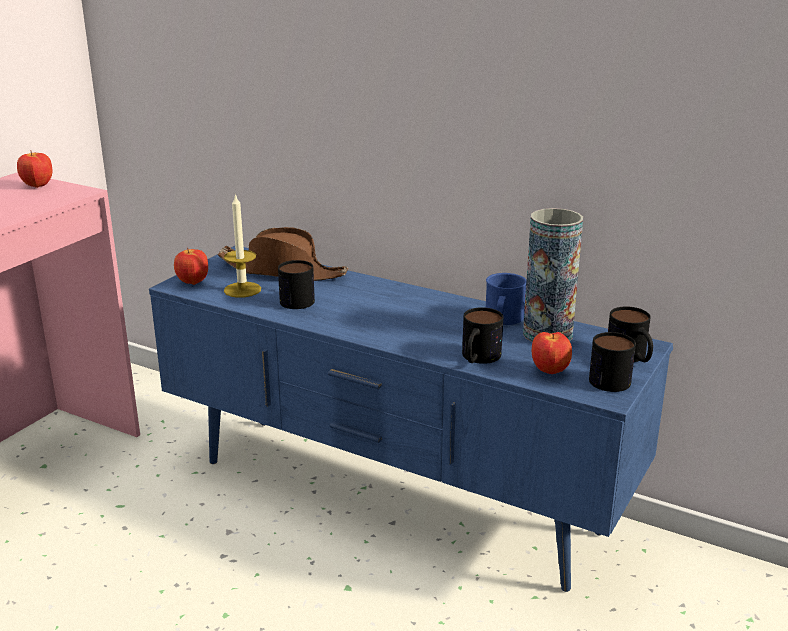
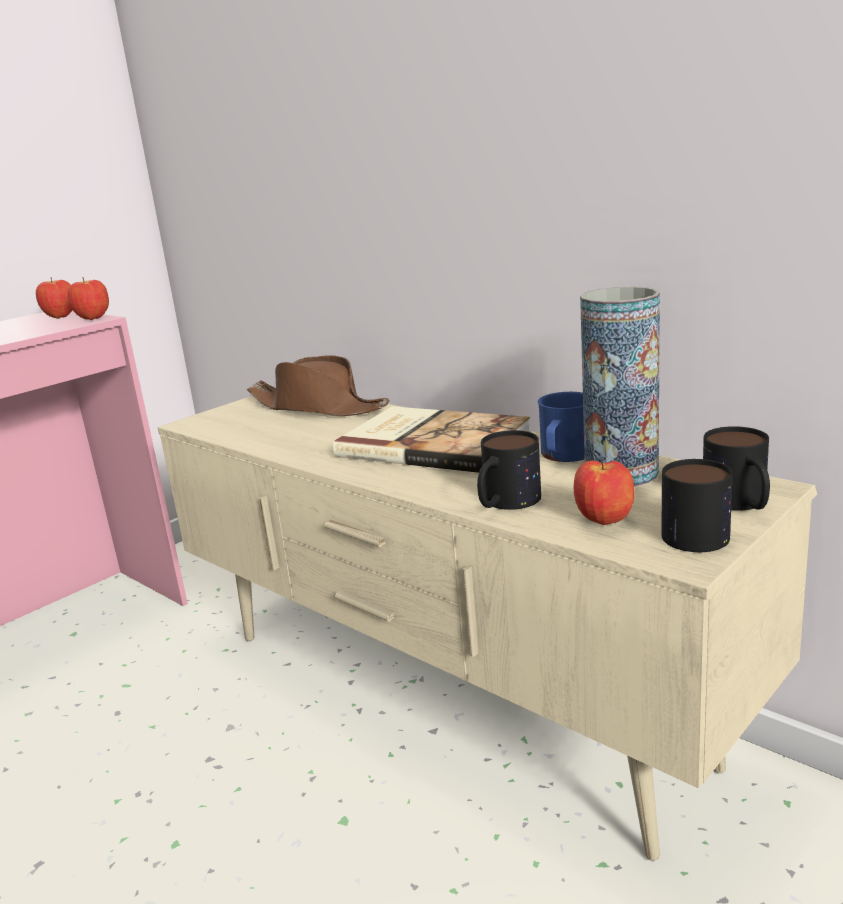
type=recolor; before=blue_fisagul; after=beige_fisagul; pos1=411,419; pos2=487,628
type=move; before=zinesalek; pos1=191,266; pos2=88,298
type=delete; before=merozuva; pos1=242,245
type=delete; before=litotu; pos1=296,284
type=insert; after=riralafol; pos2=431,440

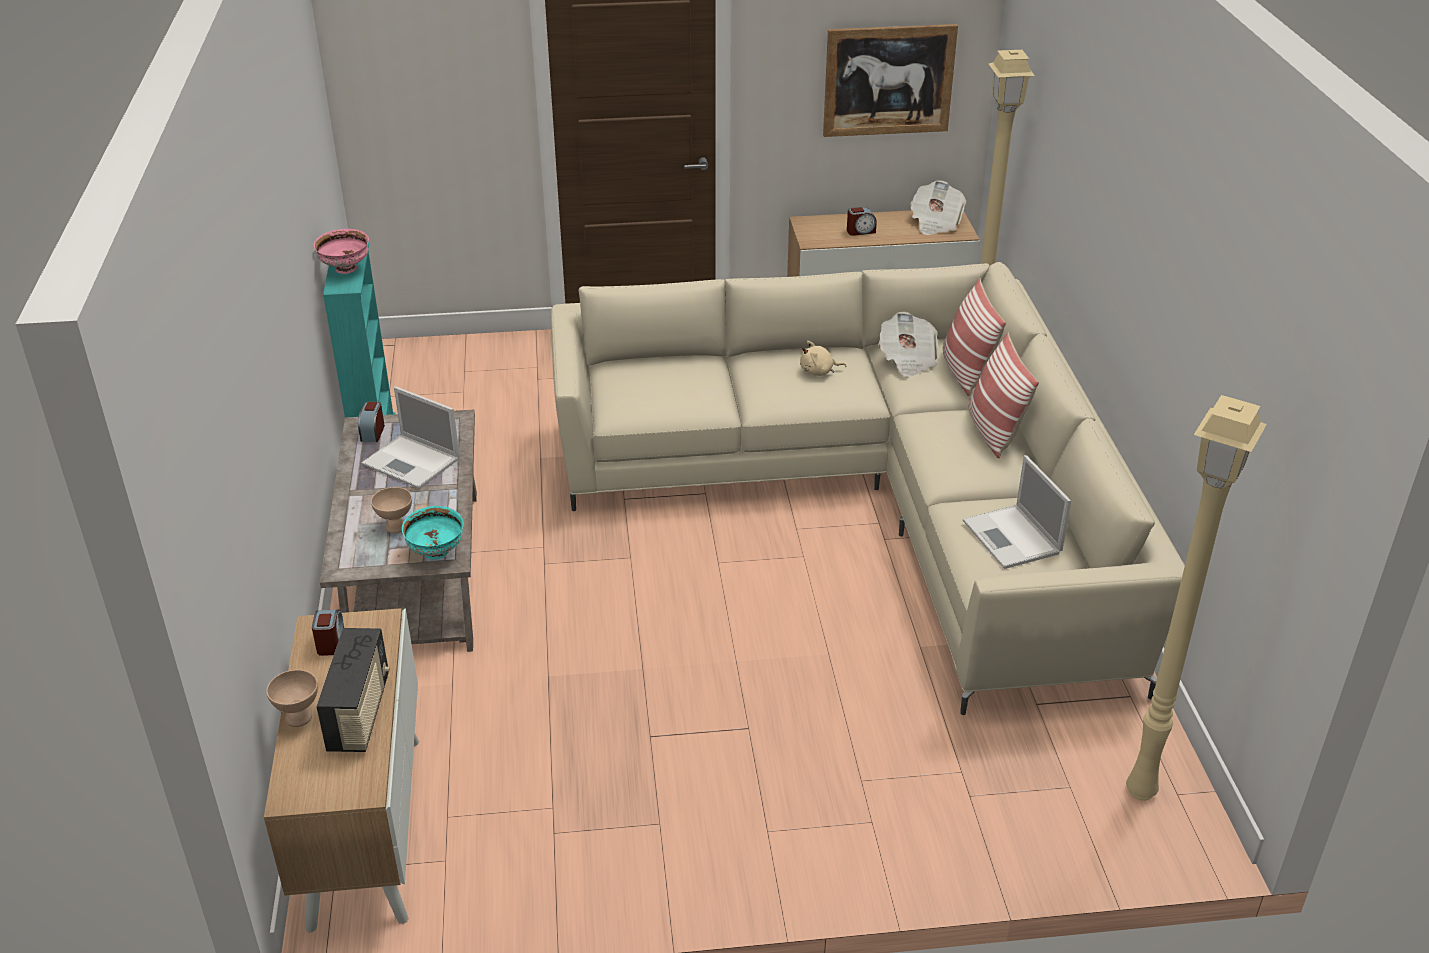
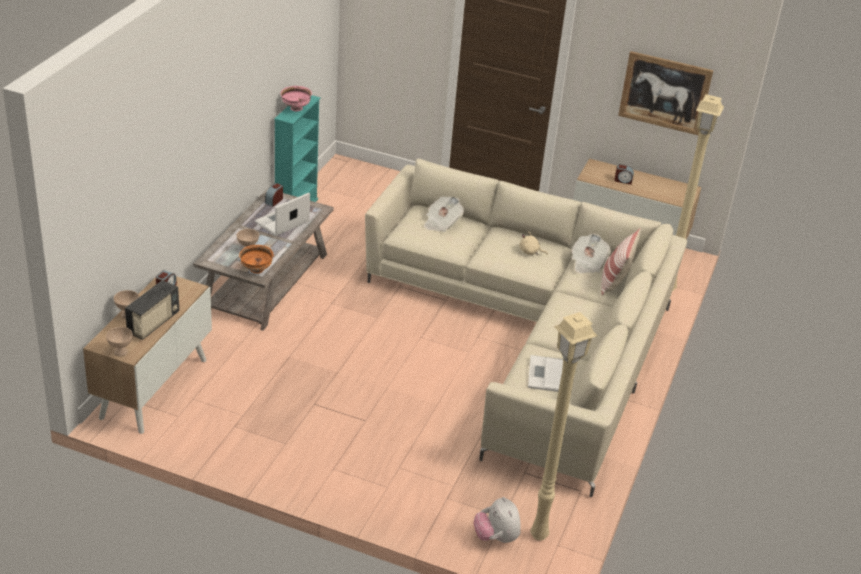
type=rotate; before=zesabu; pos1=411,438; pos2=282,214; turn=75
type=recolor; before=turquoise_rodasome; after=orange_rodasome; pos1=433,532; pos2=256,259
type=move; before=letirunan; pos1=938,207; pos2=444,214
type=delete; before=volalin; pos1=1003,395
type=insert; after=beige_rodasome; pos2=119,341
type=insert; after=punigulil; pos2=497,520

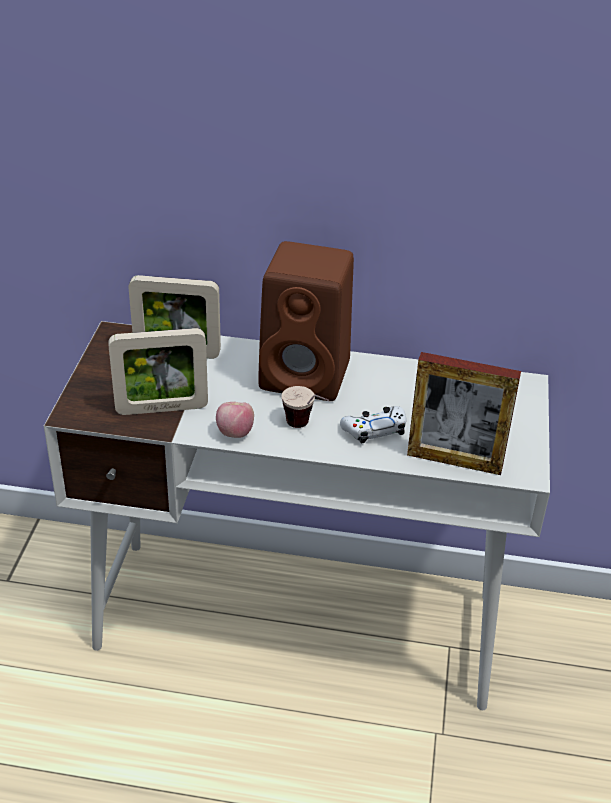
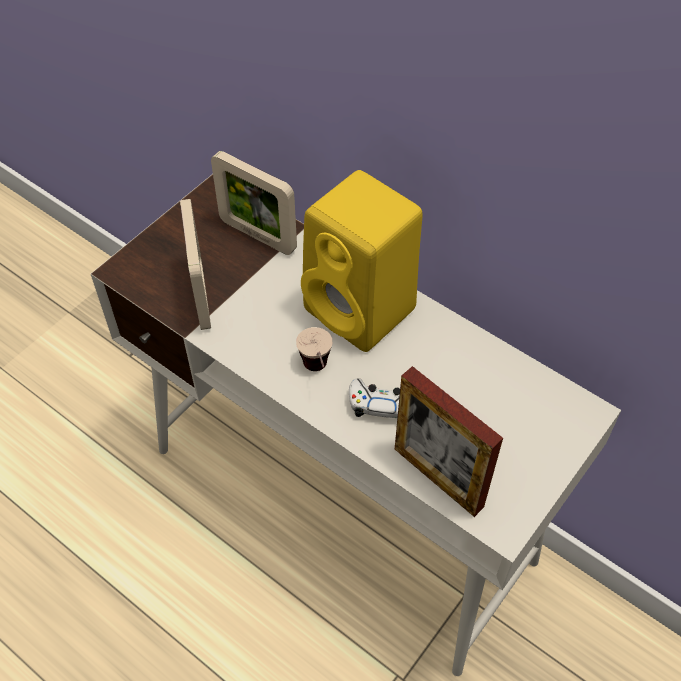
type=rotate; before=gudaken; pos1=158,371; pos2=195,264; turn=-120
type=delete; before=zinesalek; pos1=235,420
type=recolor; before=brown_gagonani; after=yellow_gagonani; pos1=306,321; pos2=362,261

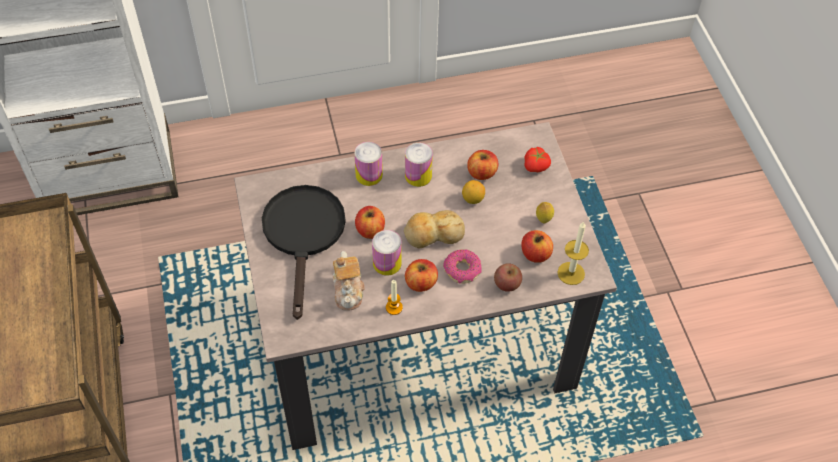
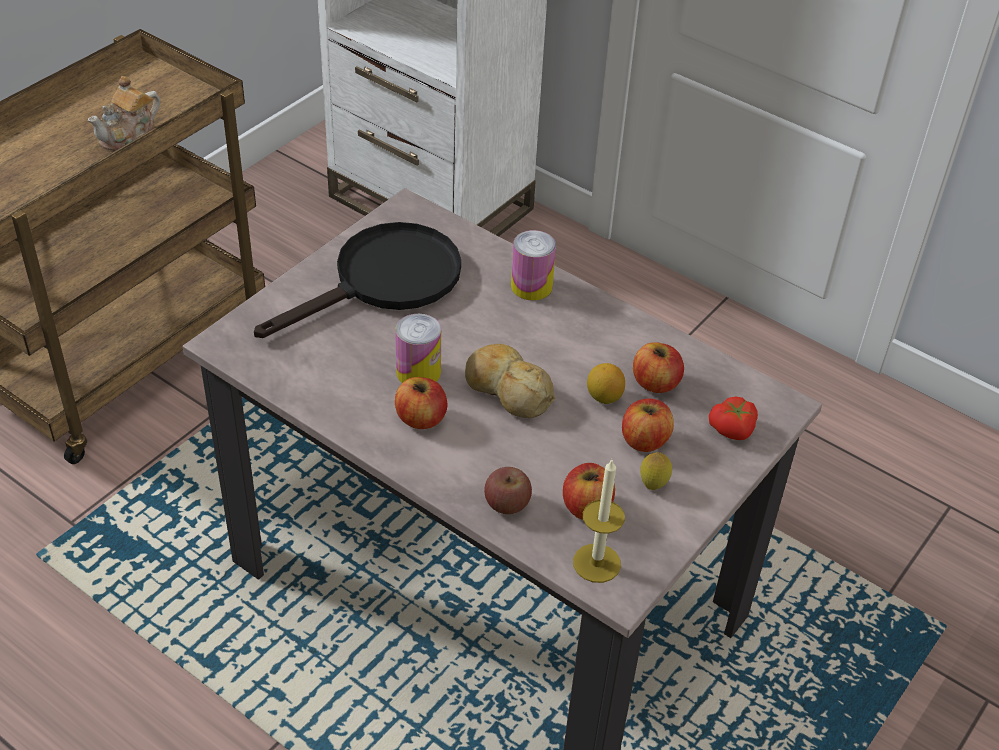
type=move; before=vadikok; pos1=349,281; pos2=124,113
type=move; before=zinesalek; pos1=370,222; pos2=648,425
type=delete; before=merozuva; pos1=394,297
type=delete; before=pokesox; pos1=419,165
type=delete; before=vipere; pos1=462,266

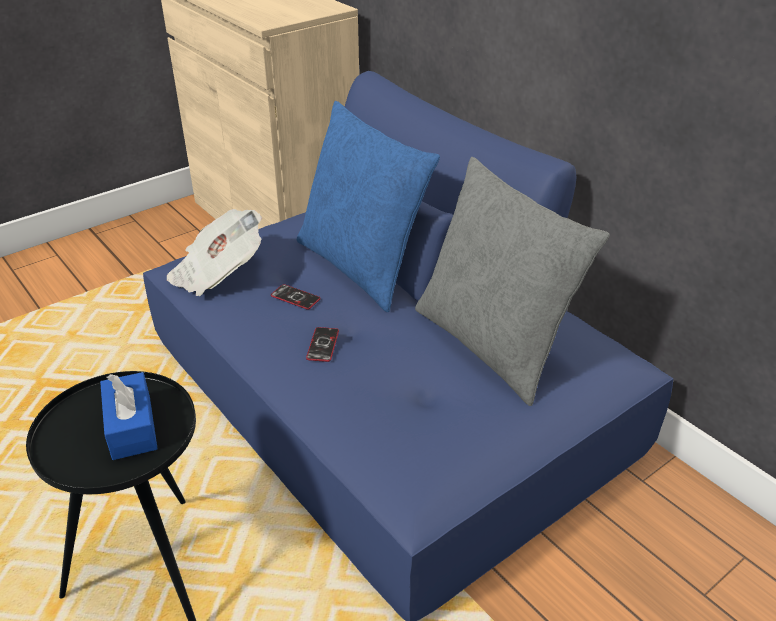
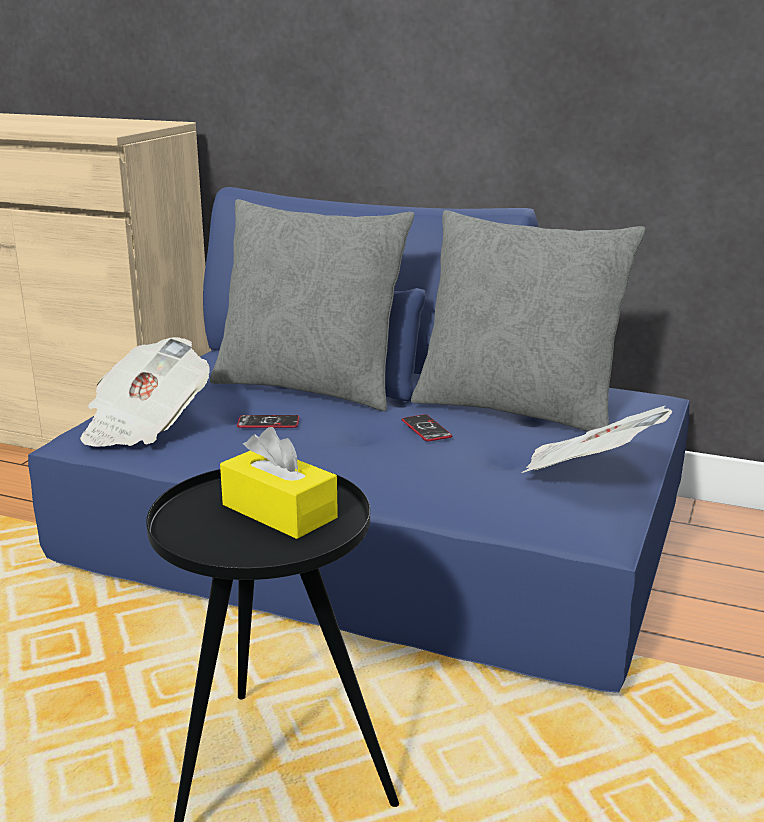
type=recolor; before=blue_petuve; after=yellow_petuve; pos1=129,416; pos2=279,483
type=recolor; before=blue_volalin; after=grey_volalin; pos1=368,207; pos2=312,305
type=move; before=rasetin; pos1=322,344; pos2=427,427
type=insert; after=letirunan; pos2=597,439

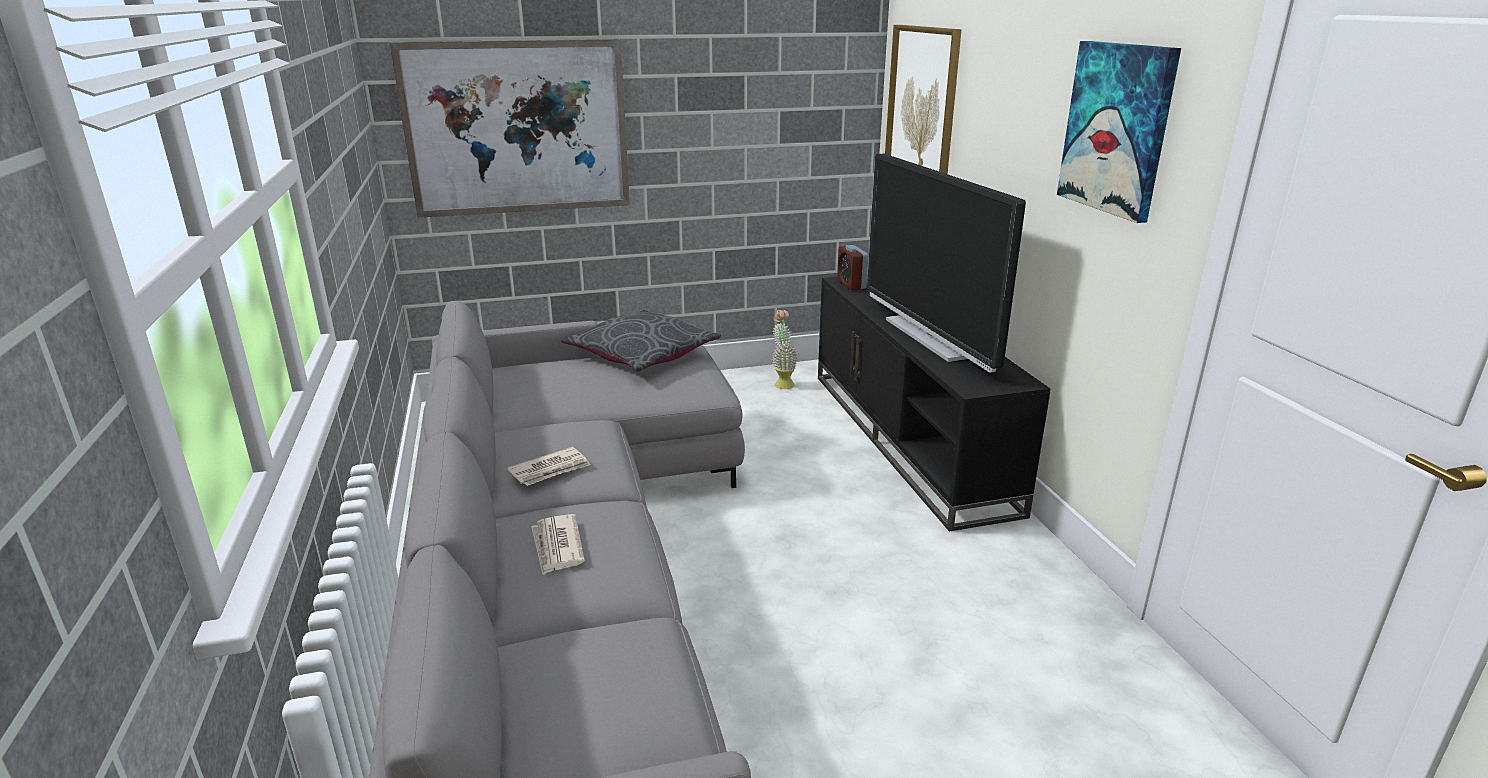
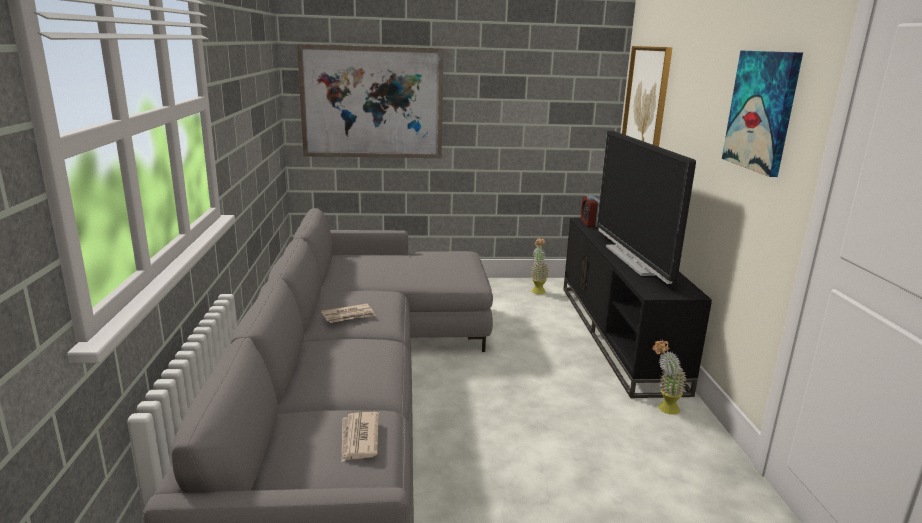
type=move; before=letirunan; pos1=558,544; pos2=360,436
type=delete; before=grey_volalin; pos1=641,340
type=insert; after=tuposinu; pos2=669,377

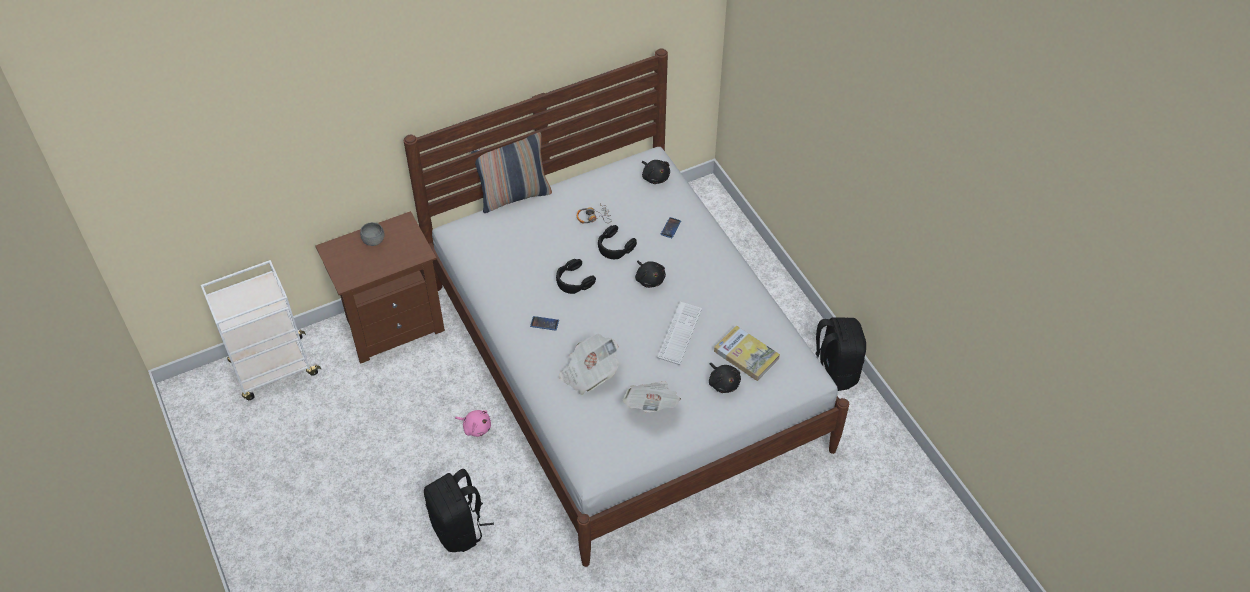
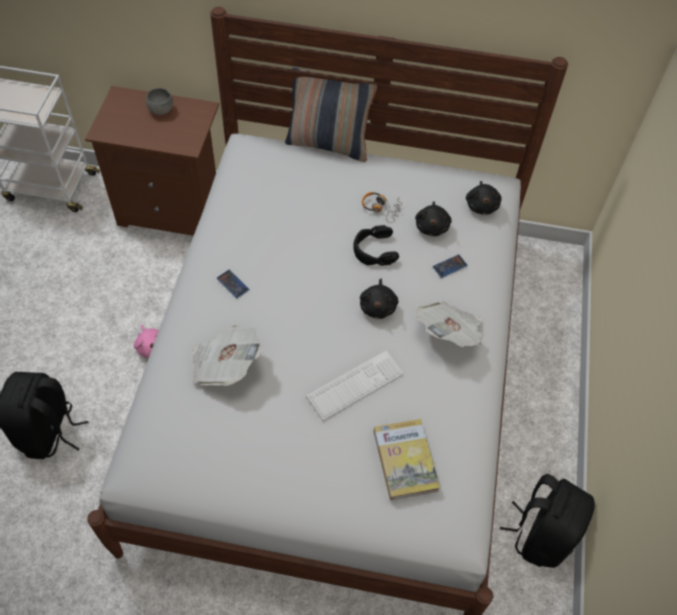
type=delete; before=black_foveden; pos1=576,276
type=move; before=letirunan; pos1=652,397; pos2=449,324
type=move; before=black_punigulil; pos1=725,377; pos2=433,218

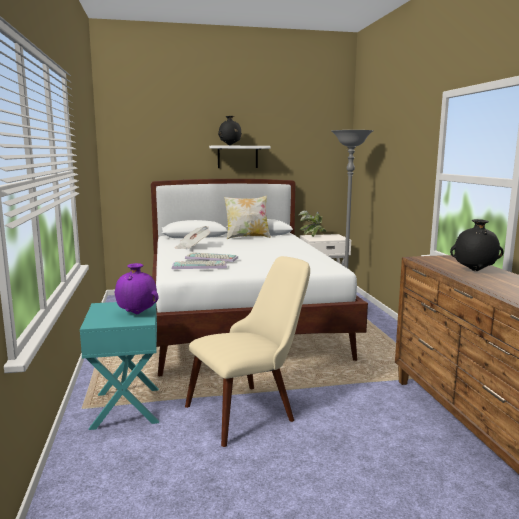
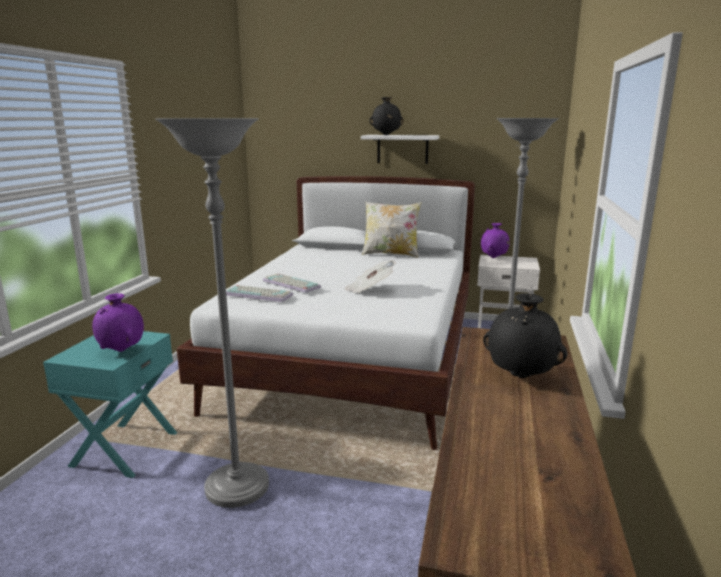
type=move; before=letirunan; pos1=192,237; pos2=370,276
type=replace; before=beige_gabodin; after=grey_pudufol; pos1=247,351; pos2=212,313
type=replace; before=tuposinu; after=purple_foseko; pos1=312,223; pos2=495,240

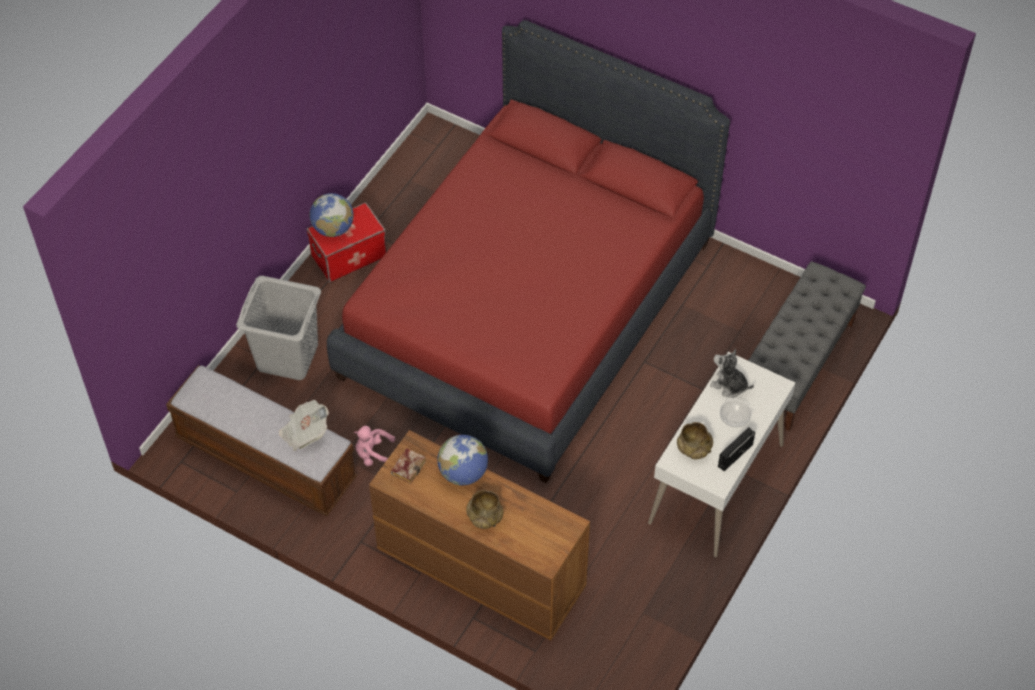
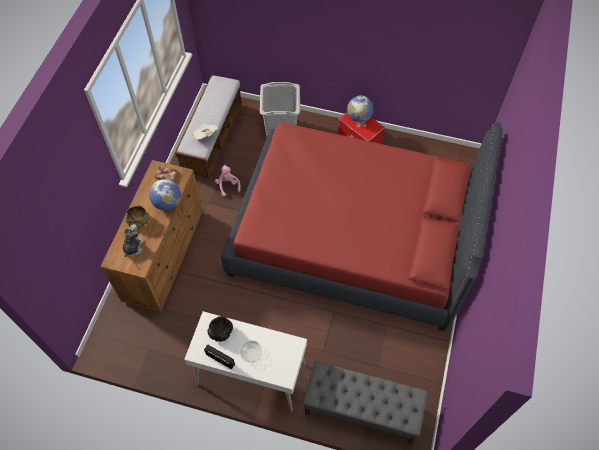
type=recolor; before=beige_rodasome; after=black_rodasome; pos1=695,440; pos2=220,329
type=move; before=punigulil; pos1=732,373; pos2=133,240

